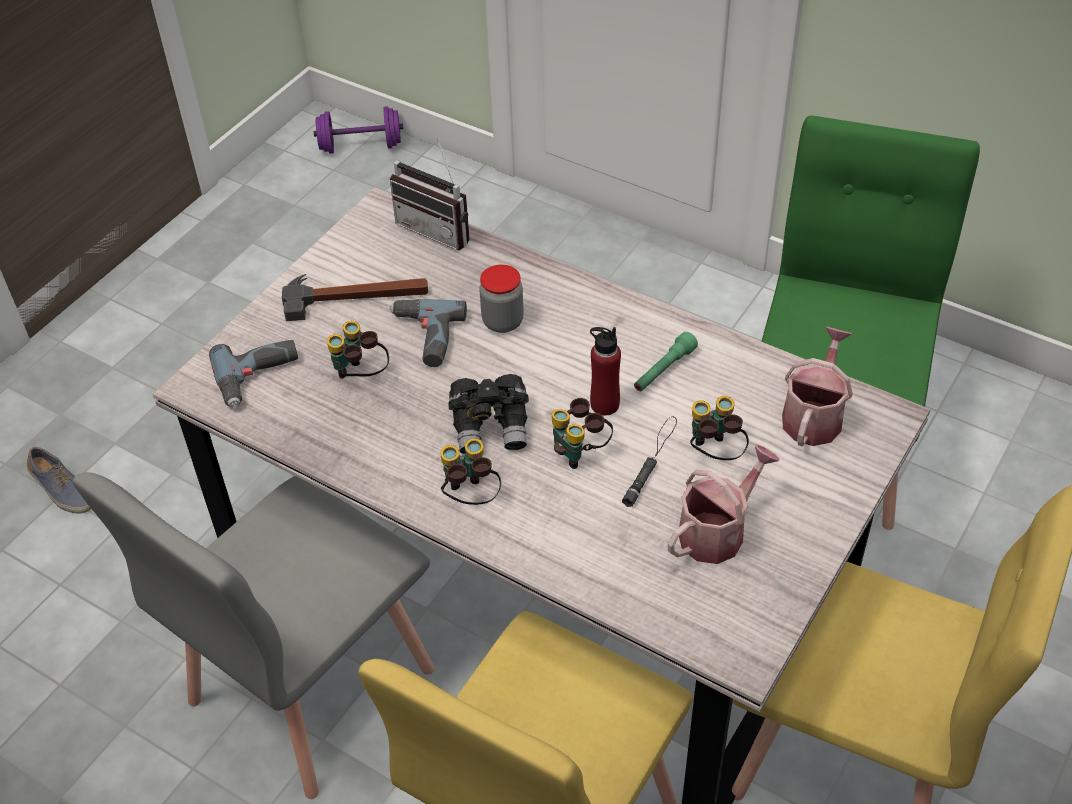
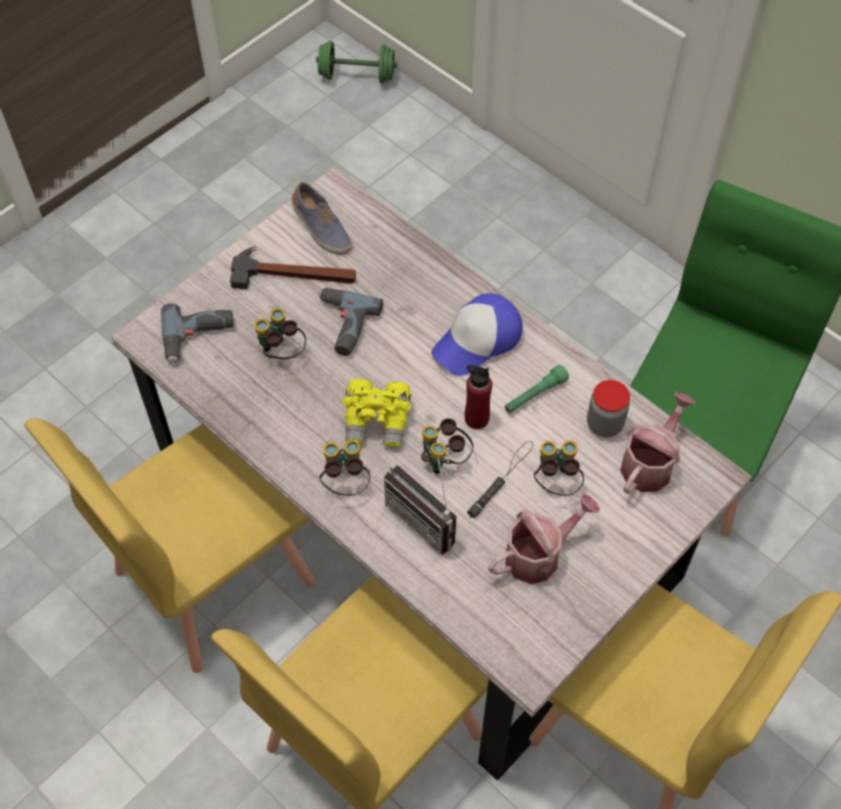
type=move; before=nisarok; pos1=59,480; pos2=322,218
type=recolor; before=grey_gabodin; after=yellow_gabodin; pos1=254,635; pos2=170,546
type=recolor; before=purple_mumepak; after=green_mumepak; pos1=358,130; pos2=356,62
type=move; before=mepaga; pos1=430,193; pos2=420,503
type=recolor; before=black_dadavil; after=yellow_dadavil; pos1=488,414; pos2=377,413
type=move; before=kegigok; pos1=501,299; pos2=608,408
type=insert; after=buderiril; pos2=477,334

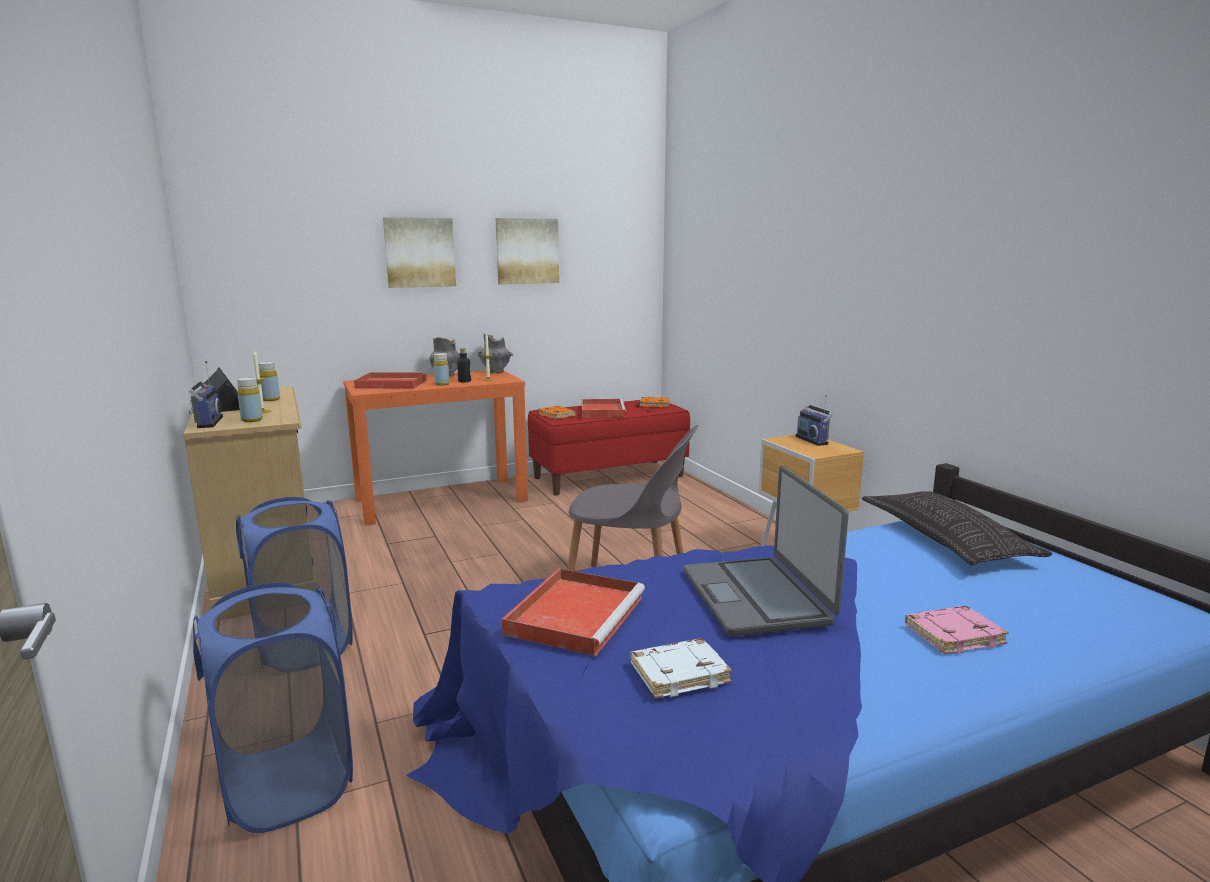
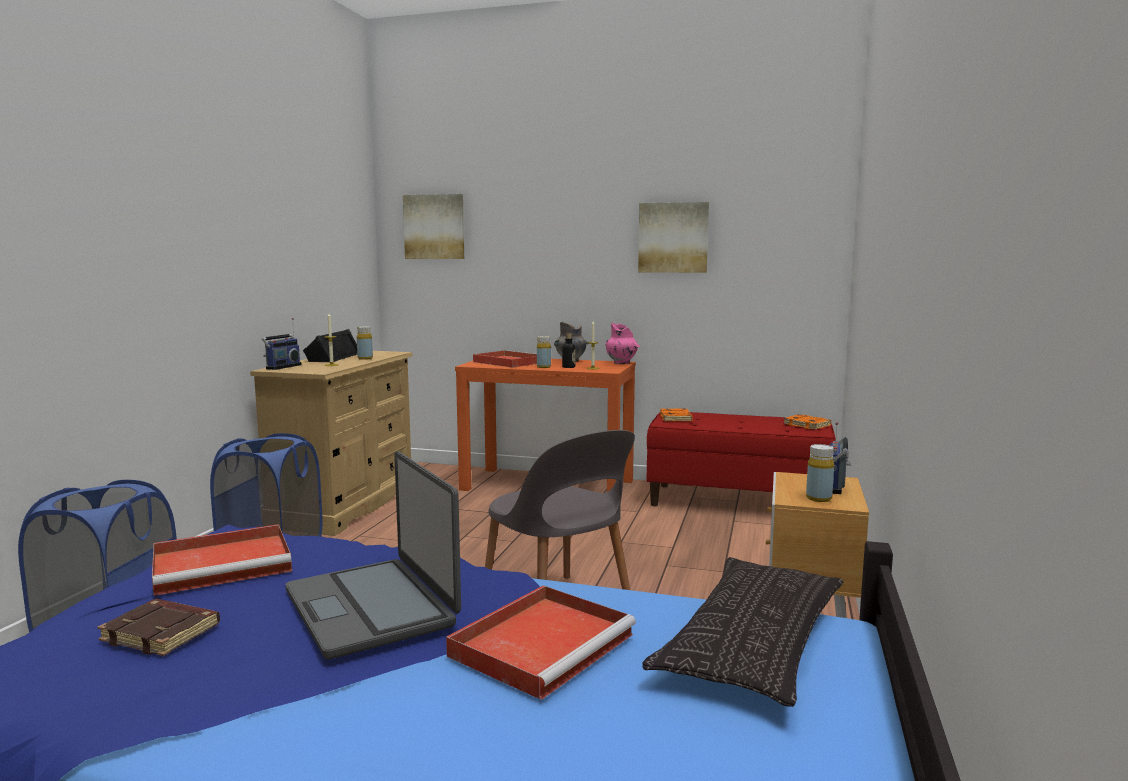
type=move; before=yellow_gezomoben; pos1=250,399; pos2=820,473
type=move; before=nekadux; pos1=419,252; pos2=433,226
type=recolor; before=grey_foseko; after=pink_foseko; pos1=495,353; pos2=622,343
type=move; before=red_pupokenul; pos1=604,408; pos2=541,642
type=recolor; before=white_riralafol; after=brown_riralafol; pos1=681,668; pos2=158,627
type=rotate; before=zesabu; pos1=766,551; pos2=373,555; turn=-60
type=delete; before=pink_riralafol; pos1=957,630

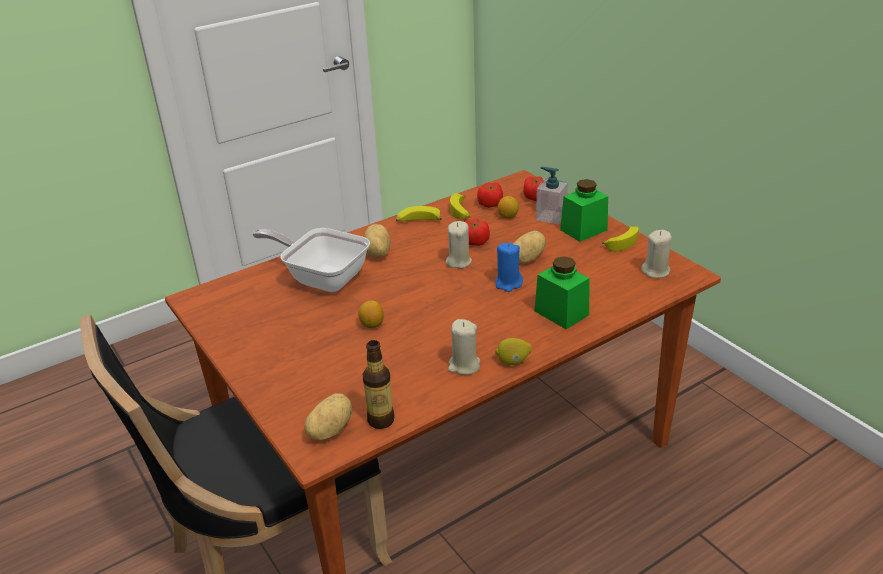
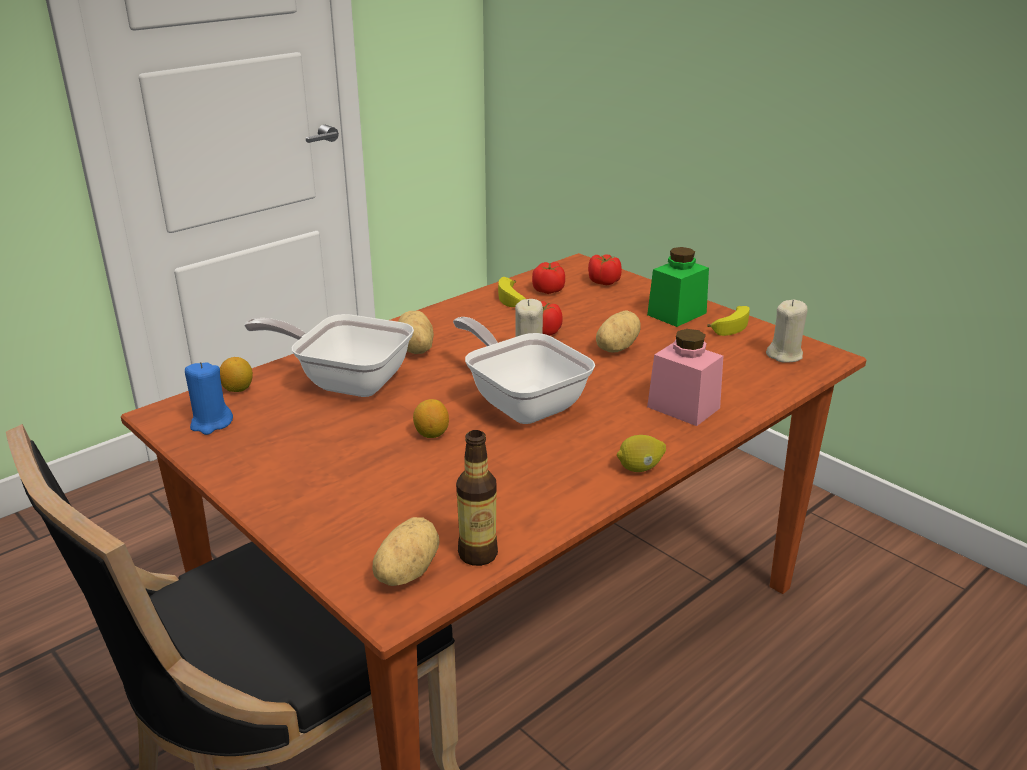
type=delete; before=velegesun; pos1=419,213
type=delete; before=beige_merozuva; pos1=464,347
type=move; before=blue_merozuva; pos1=509,267; pos2=209,398
type=move; before=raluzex; pos1=508,207; pos2=236,374
type=recolor; before=green_kegigok; after=pink_kegigok; pos1=562,292; pos2=685,377
type=delete; before=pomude; pos1=552,196
type=insert; after=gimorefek; pos2=524,370

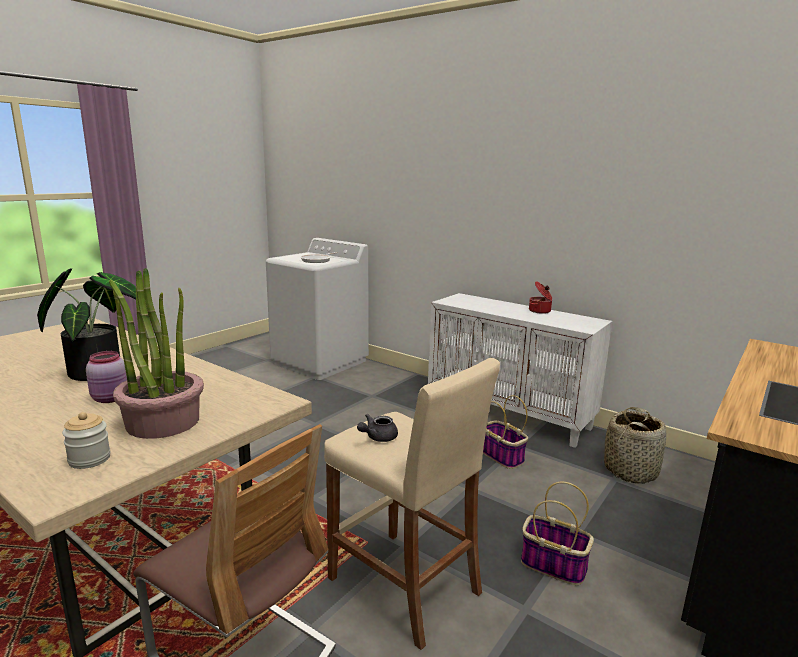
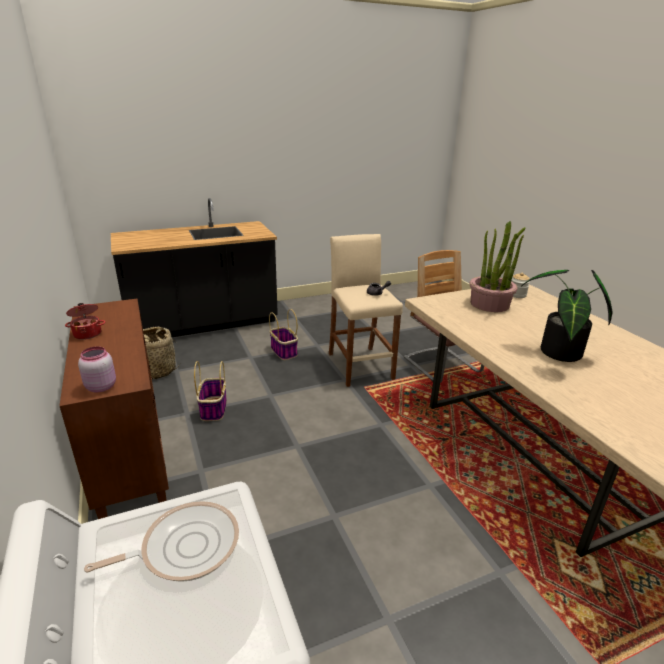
type=move; before=pink_kegigok; pos1=106,377; pos2=97,369
type=recolor; before=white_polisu; after=brown_polisu; pos1=520,370; pos2=114,409

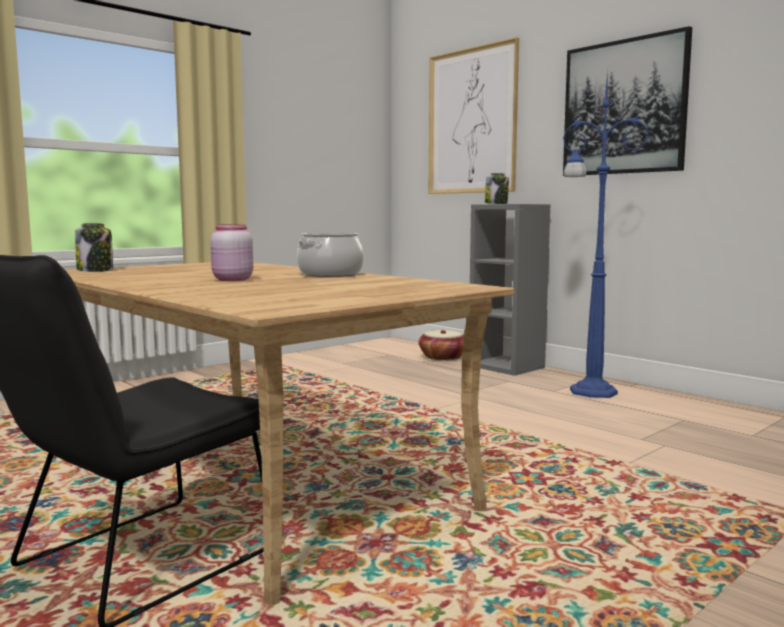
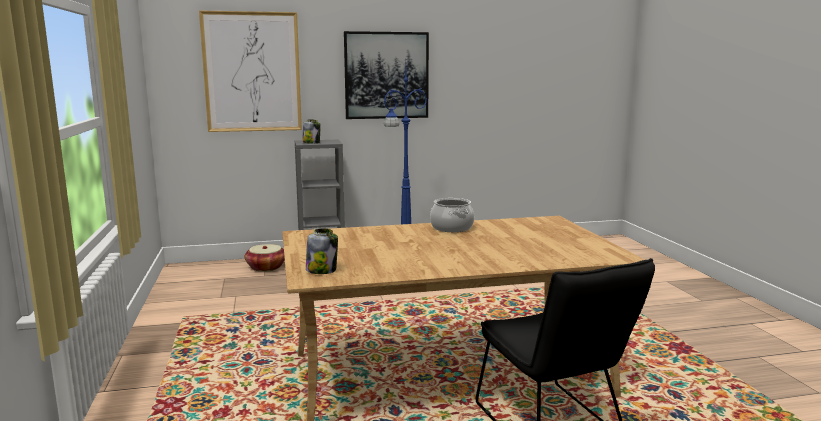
type=delete; before=pink_kegigok; pos1=231,253

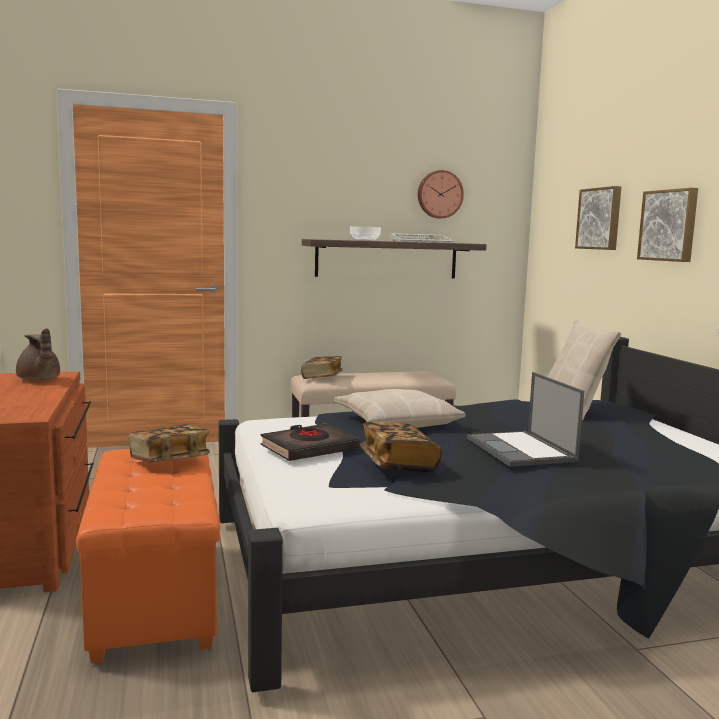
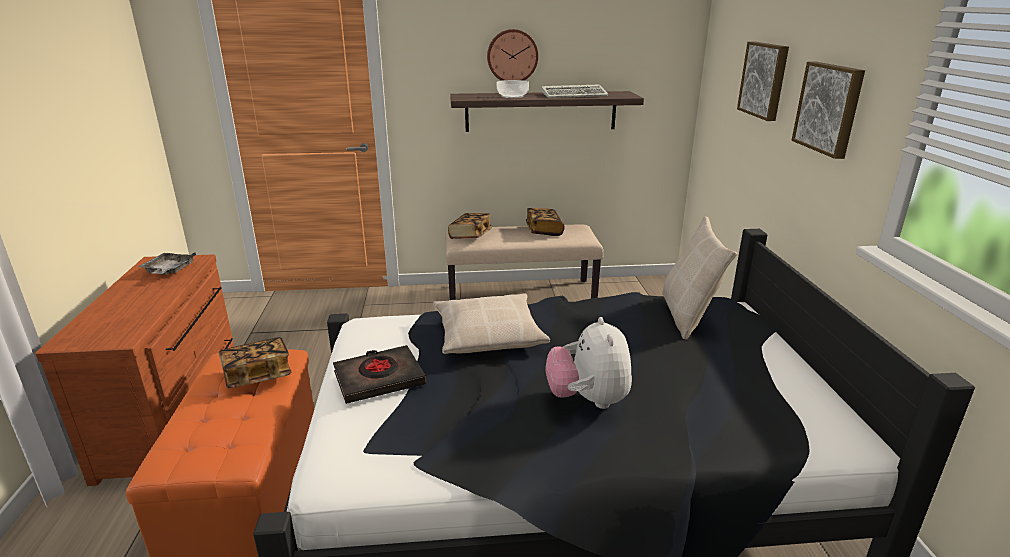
type=replace; before=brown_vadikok; after=grey_pupokenul; pos1=38,354; pos2=167,263
type=move; before=riralafol; pos1=401,447; pos2=545,222
type=move; before=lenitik; pos1=441,194; pos2=512,55
type=replace; before=zesabu; after=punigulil; pos1=525,419; pos2=589,363

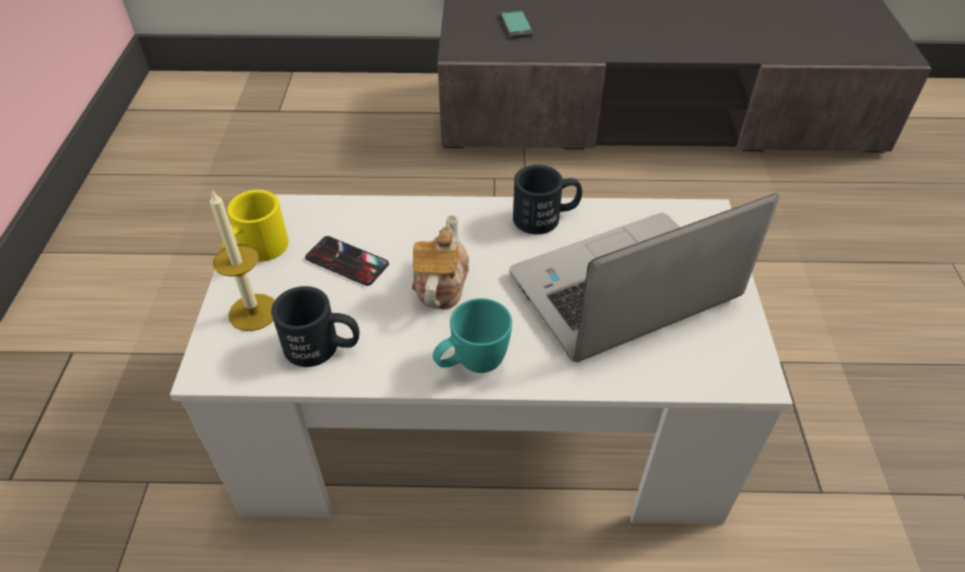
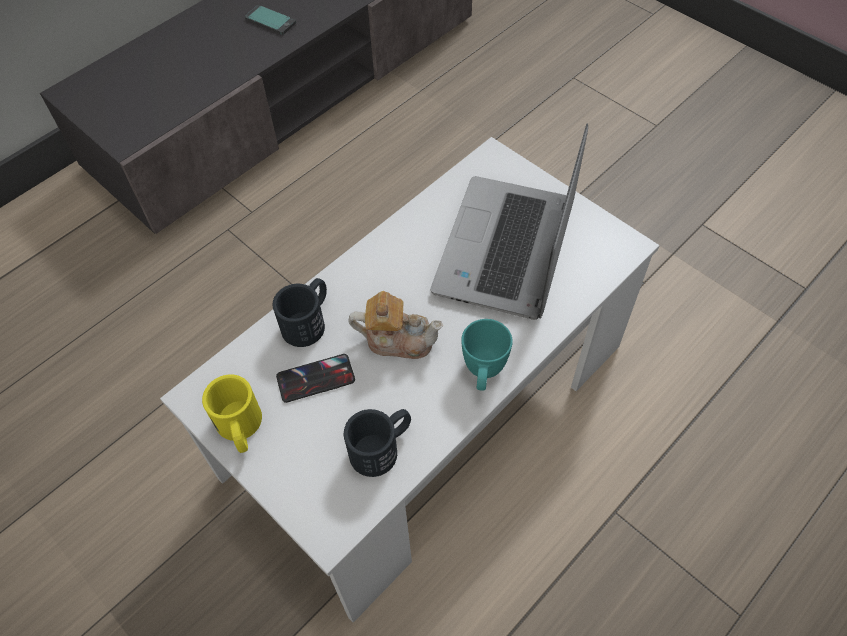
type=delete; before=merozuva; pos1=242,260
type=rotate; before=vadikok; pos1=440,262; pos2=395,325; turn=135
type=move; before=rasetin; pos1=516,24; pos2=270,20
type=move; before=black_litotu; pos1=547,199; pos2=300,312

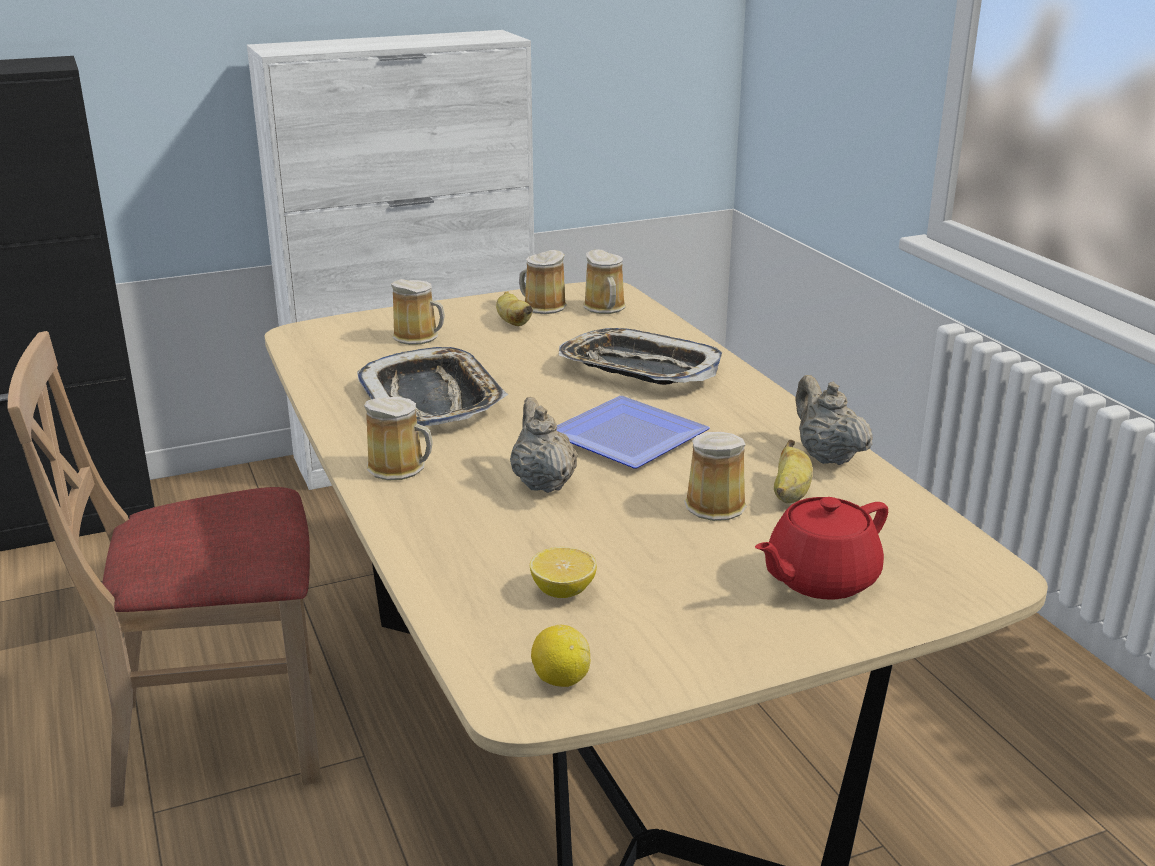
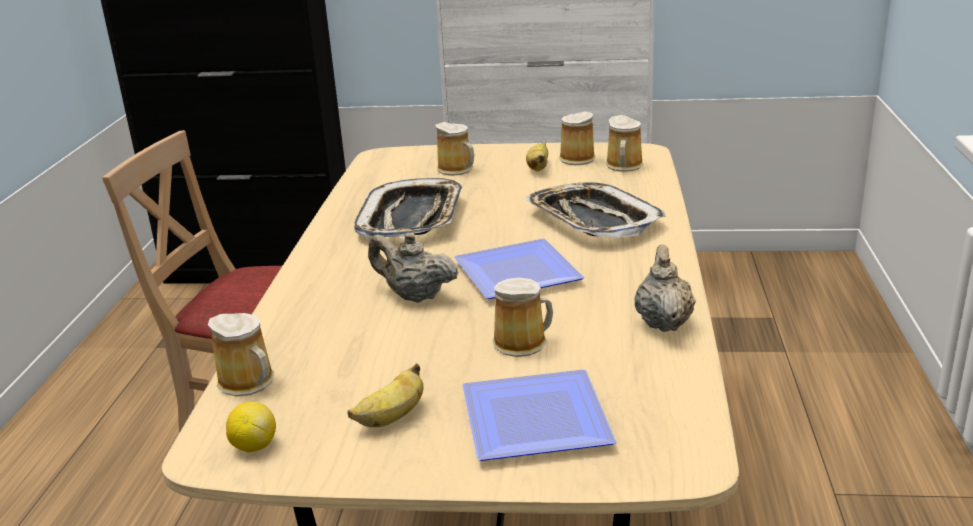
type=move; before=litotu; pos1=398,438; pos2=241,355
type=rotate; before=beige_vadikok; pos1=544,445; pos2=413,268; turn=-75
type=delete; before=raluzex; pos1=563,572
type=replace; before=red_vadikok; after=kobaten; pos1=821,548; pos2=539,415
type=move; before=velegesun; pos1=793,471; pos2=385,395

